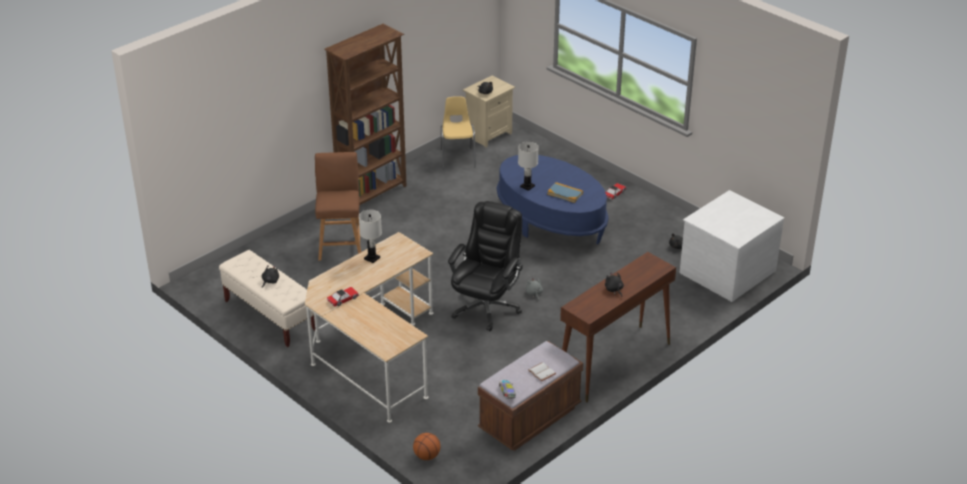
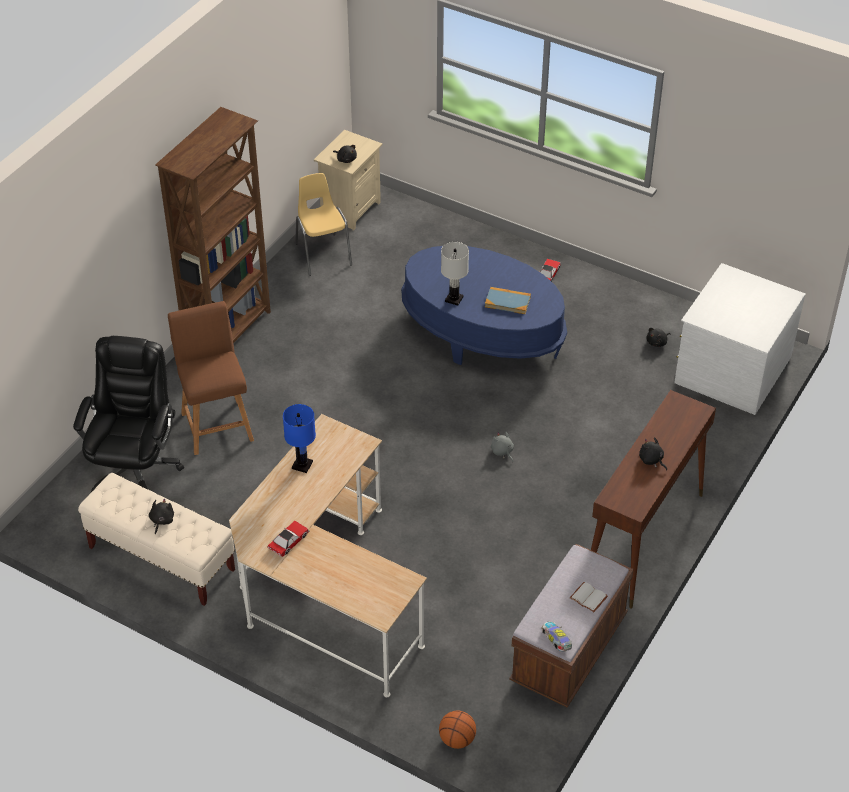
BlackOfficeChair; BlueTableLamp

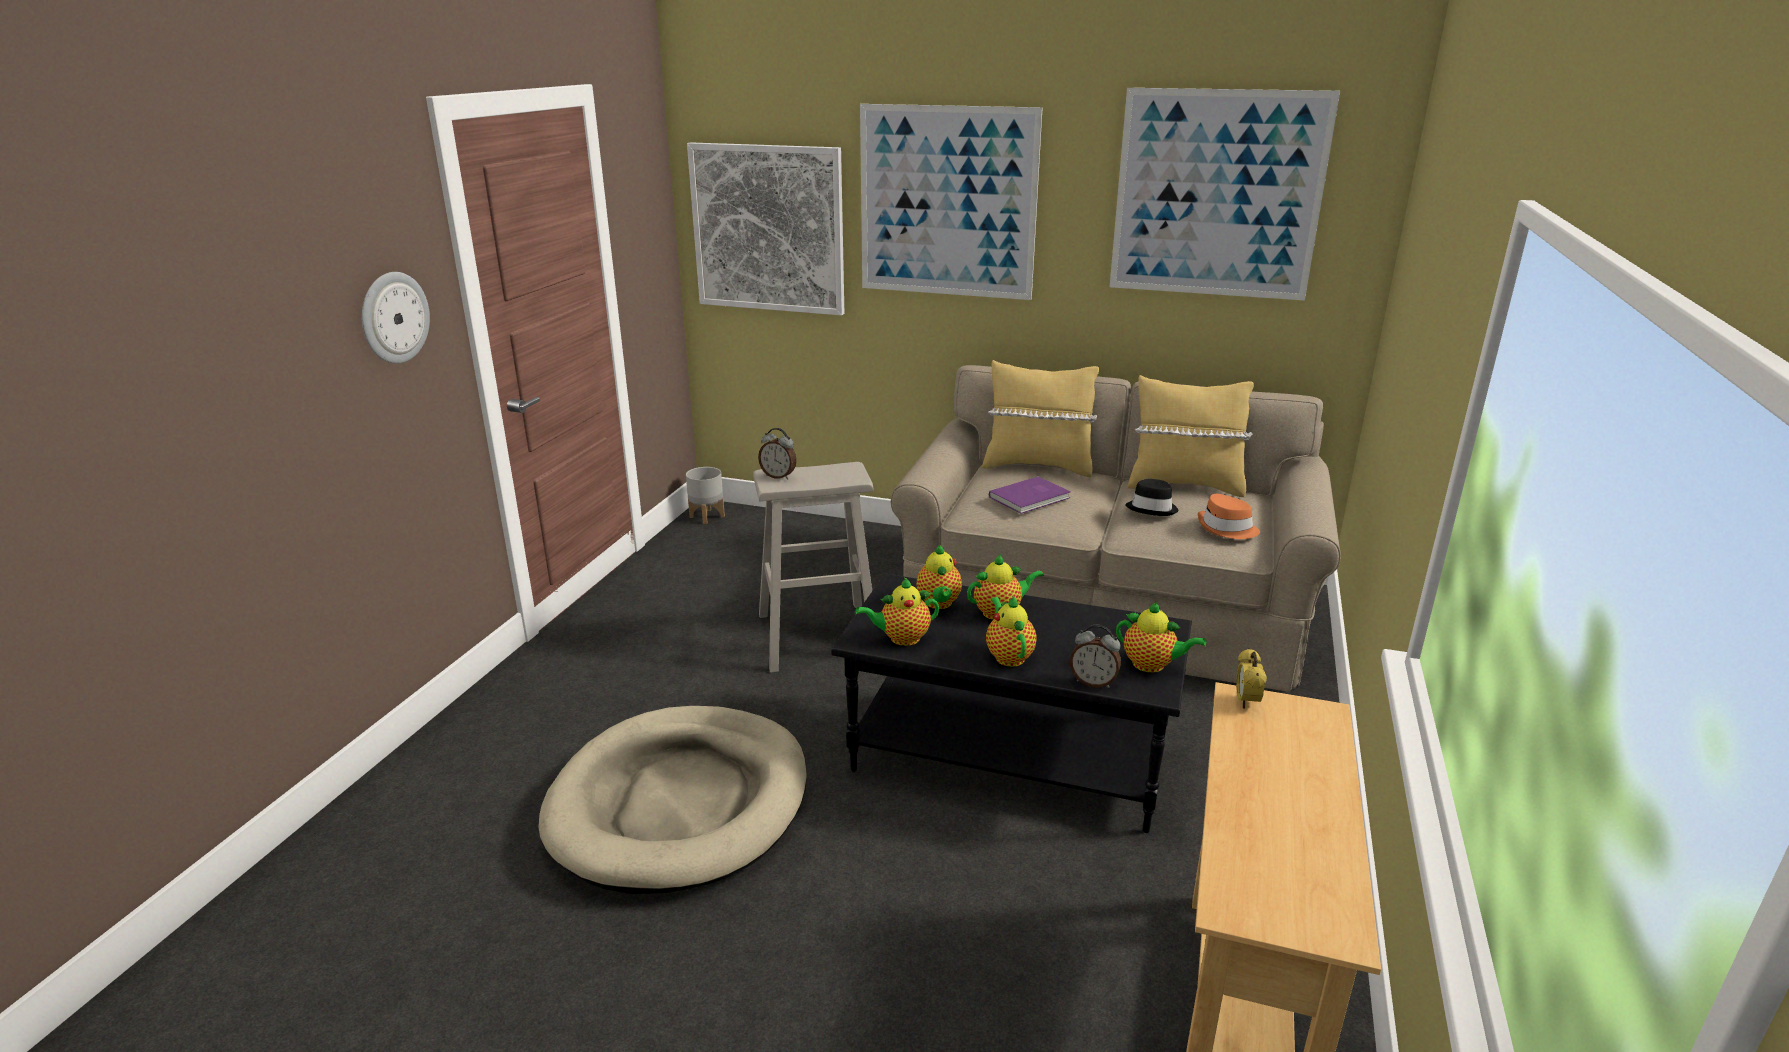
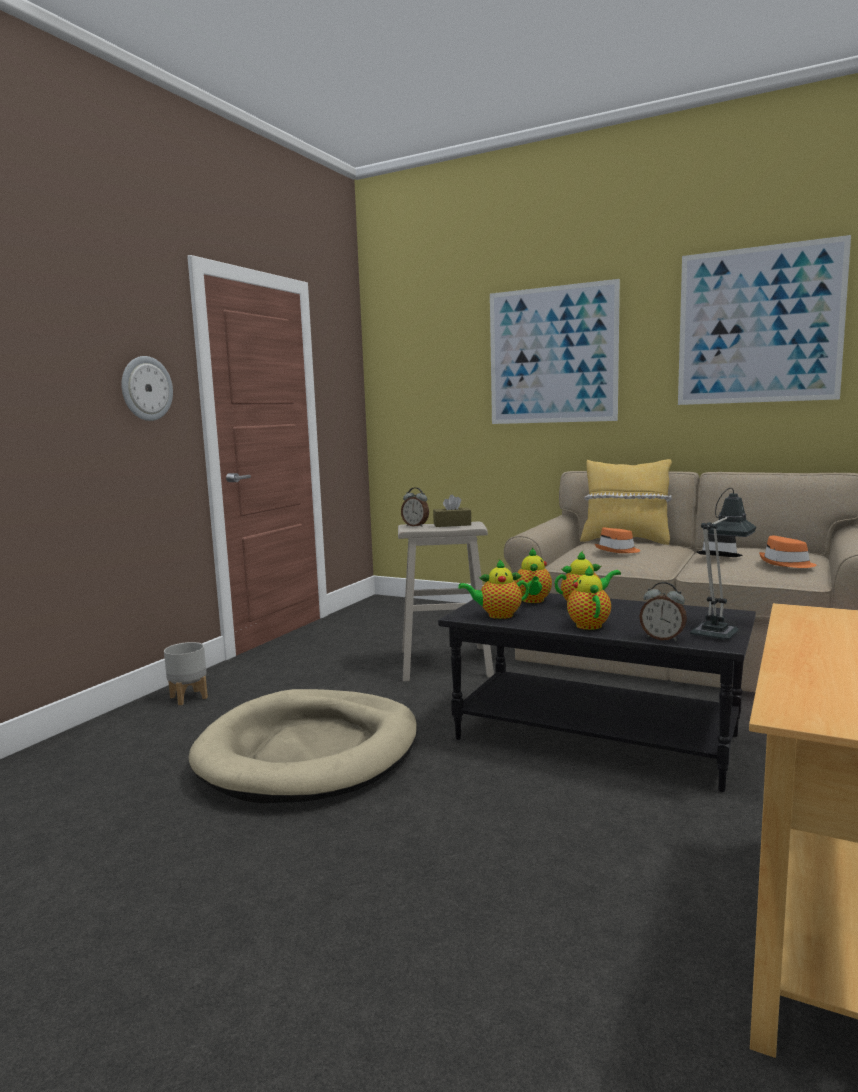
Picture (no. 1 from left in the first image); YellowPillow (no. 2 from left in the first image); GreyPlanter; OrangeHat (no. 1 from left); TableLamp; AlarmClock (no. 3 from left in the first image); BrownTissueBox

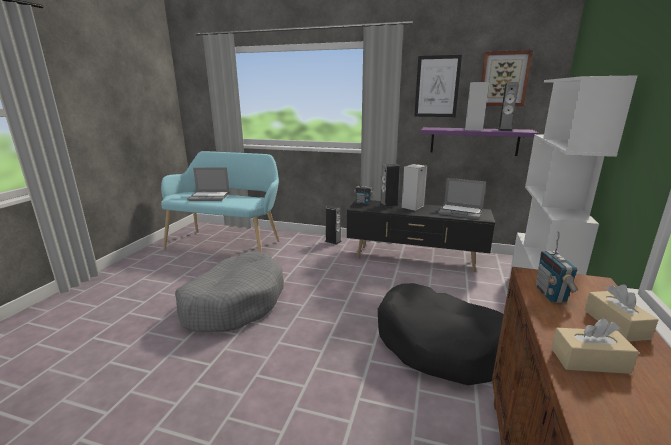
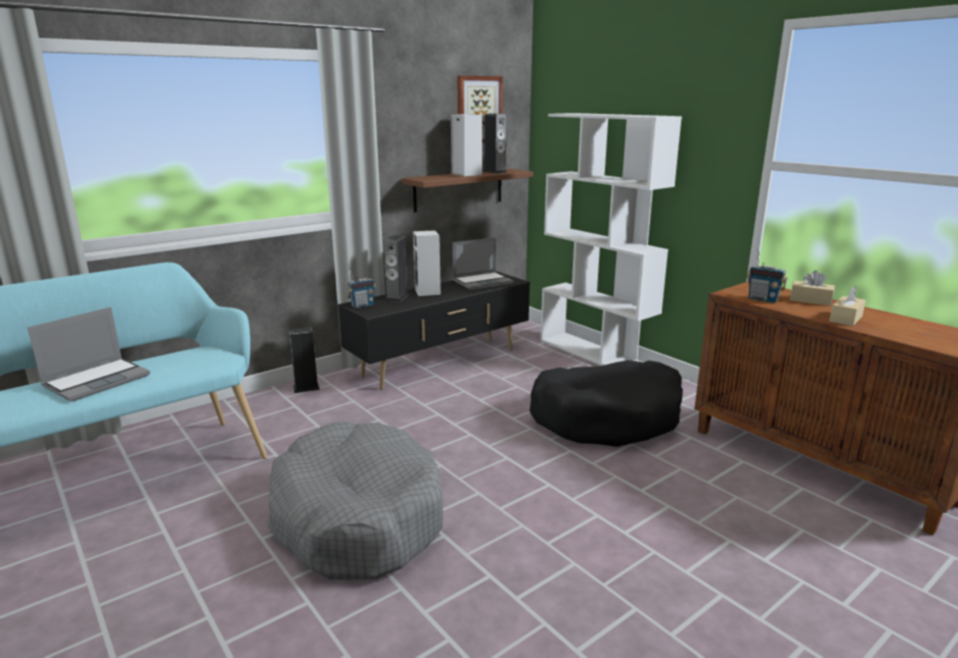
Picture (no. 1 from left in the first image); BrownShelf

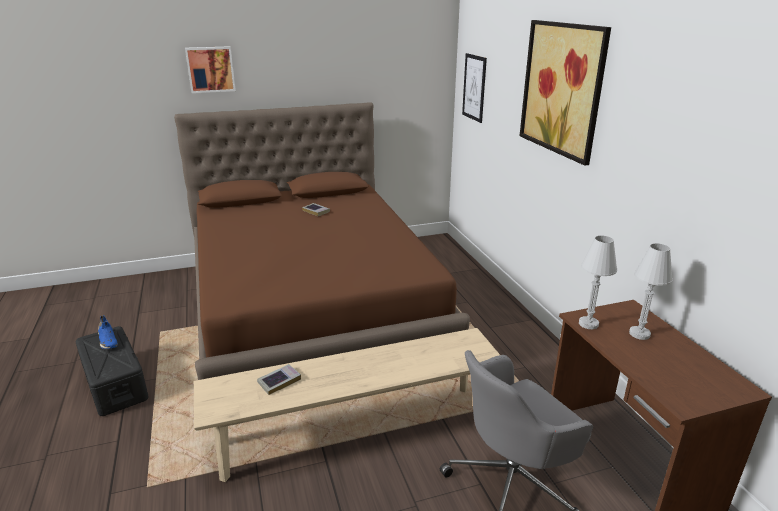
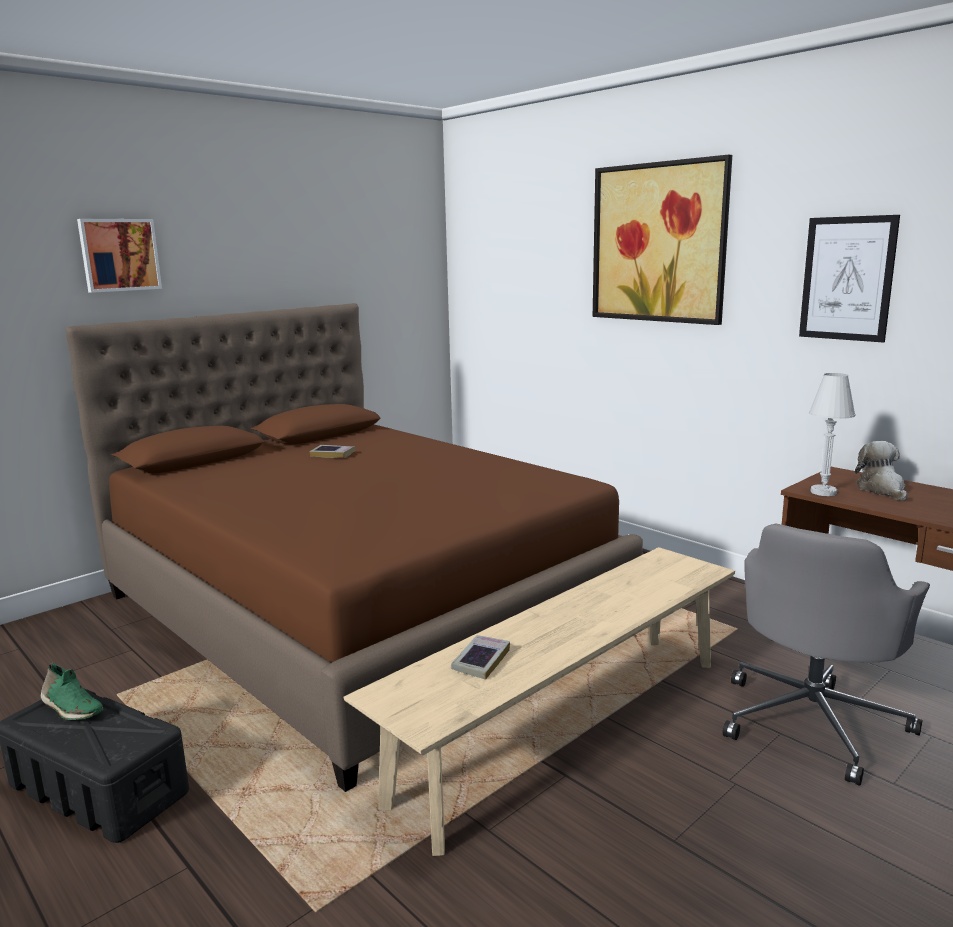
Picture (no. 3 from left); PlushToy; GreenShoe

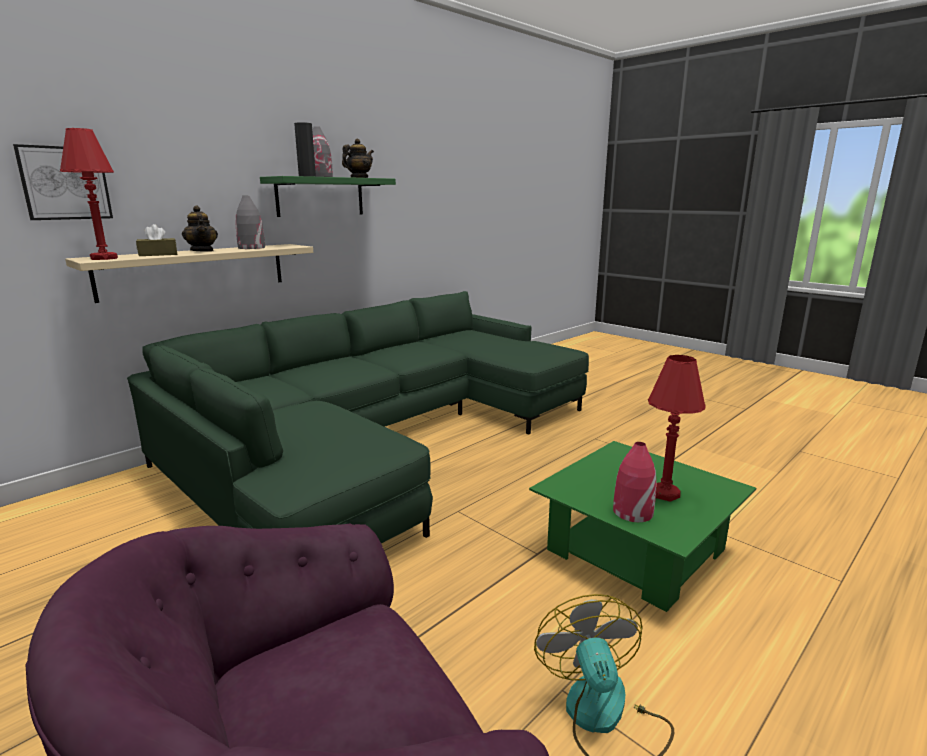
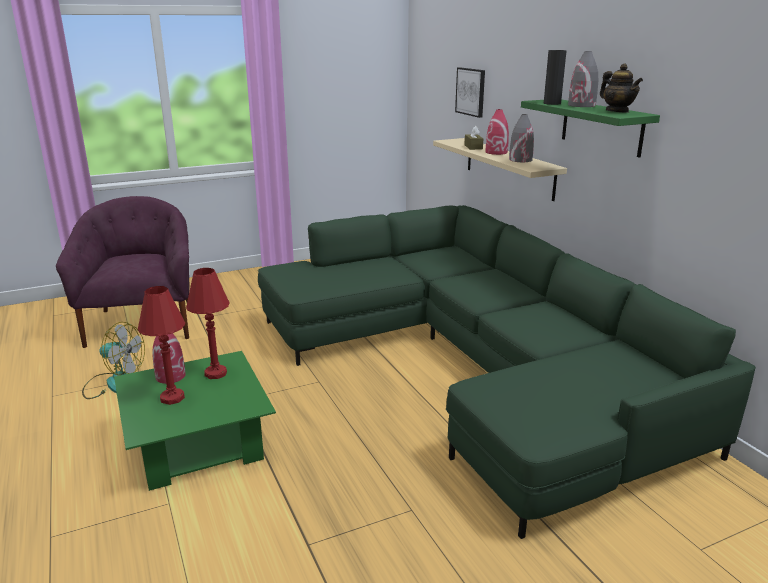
RedTableLamp (no. 2 from left); RedVase (no. 2 from left)

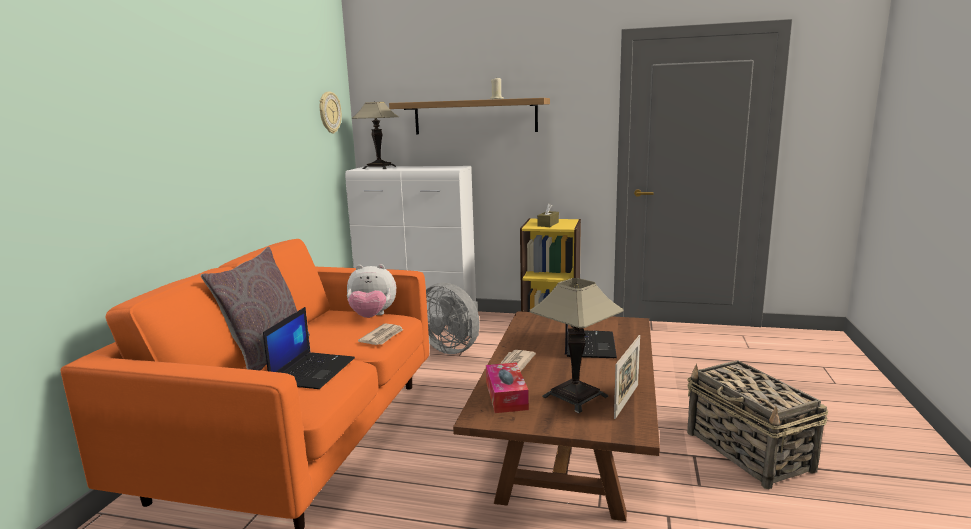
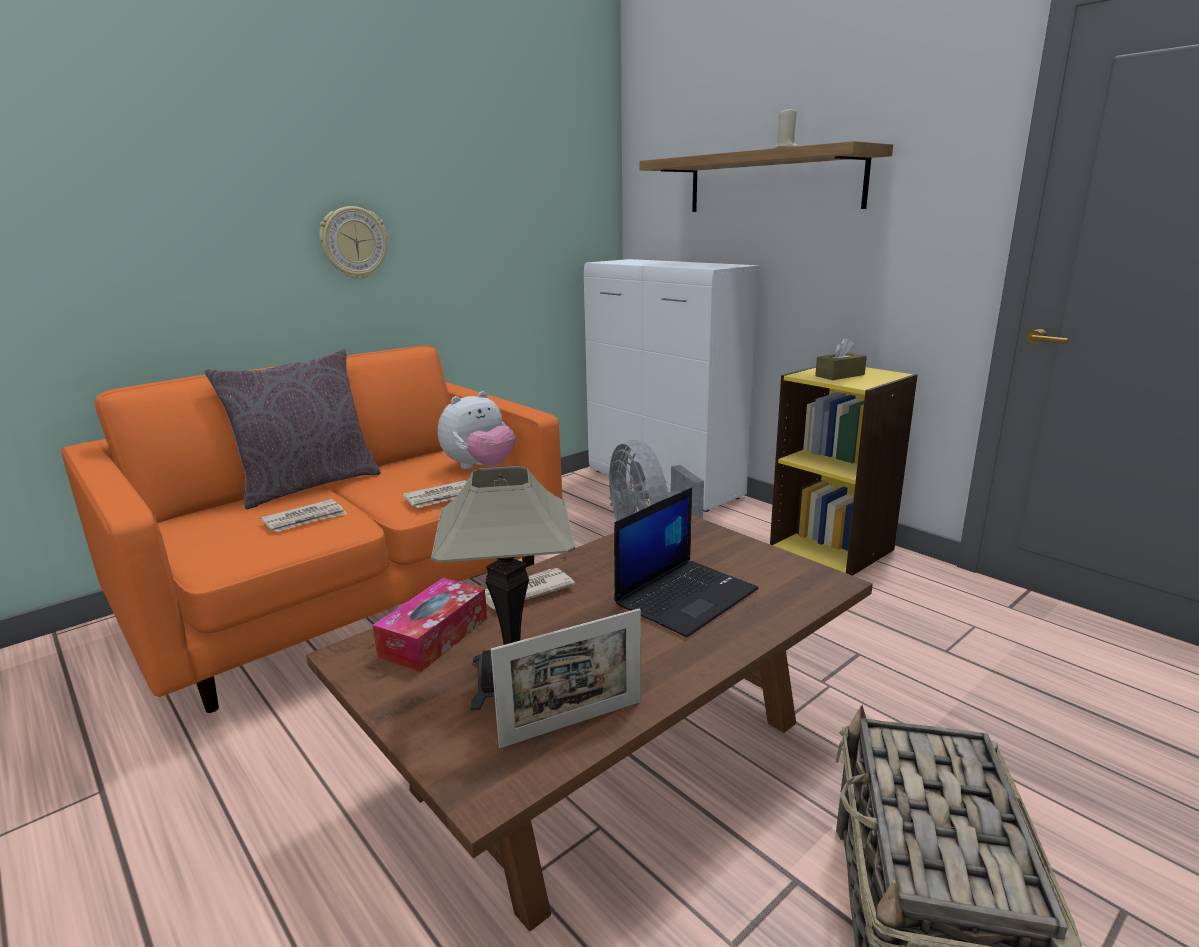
WallClock; TableLamp (no. 1 from left in the first image); PlushToy; Newspaper (no. 1 from left)

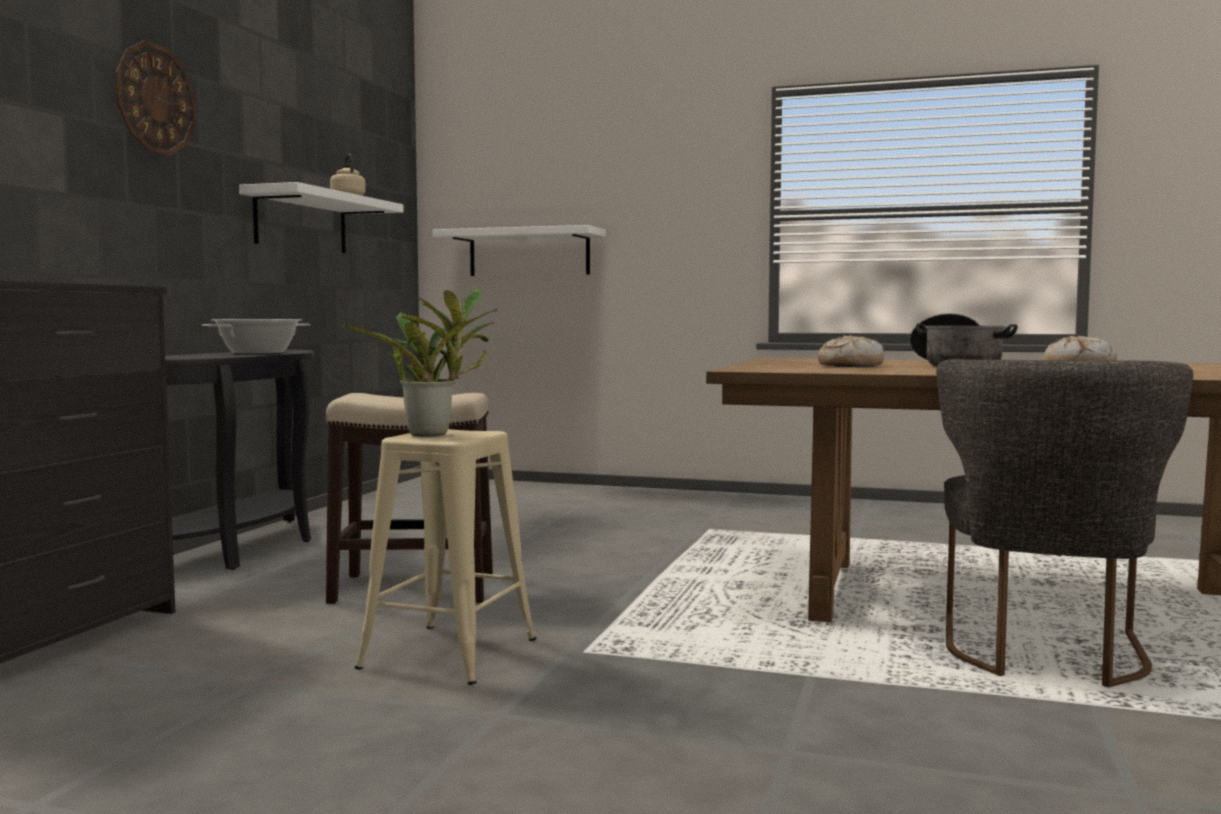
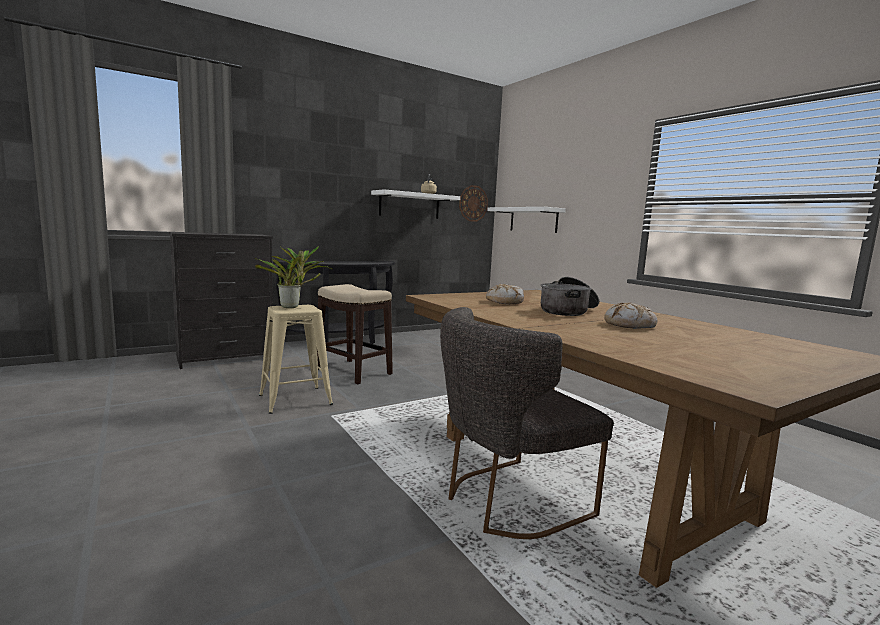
WallClock; CookingPot (no. 1 from left in the first image)

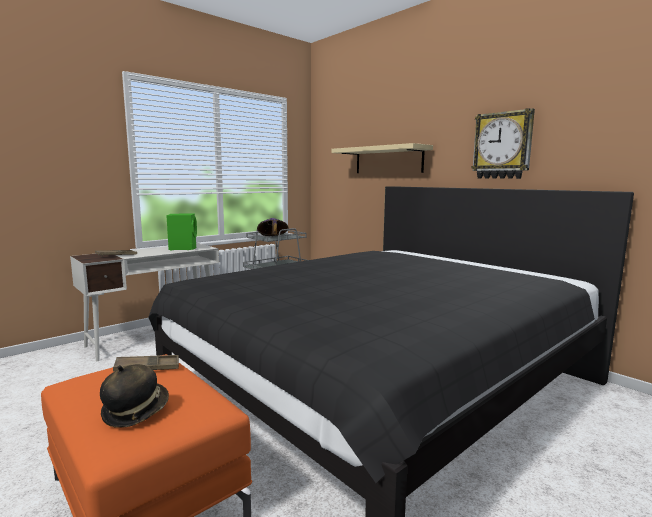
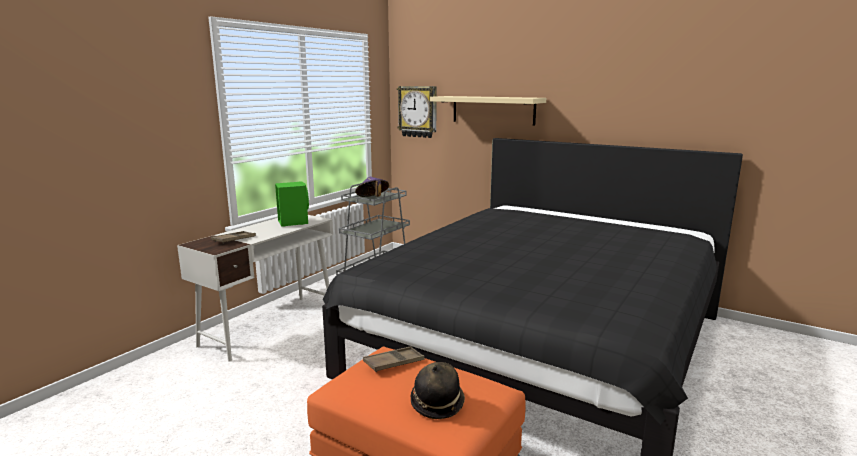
WallClock

